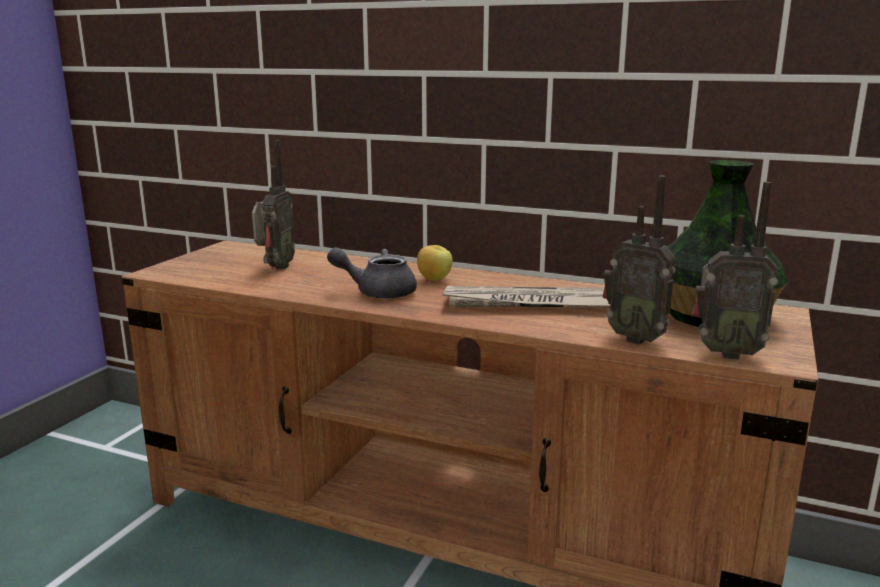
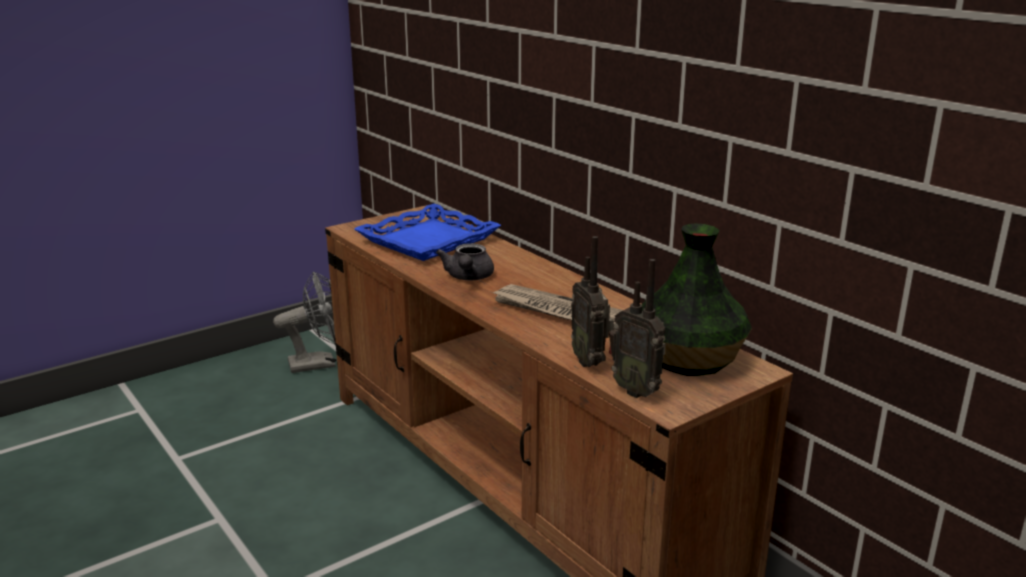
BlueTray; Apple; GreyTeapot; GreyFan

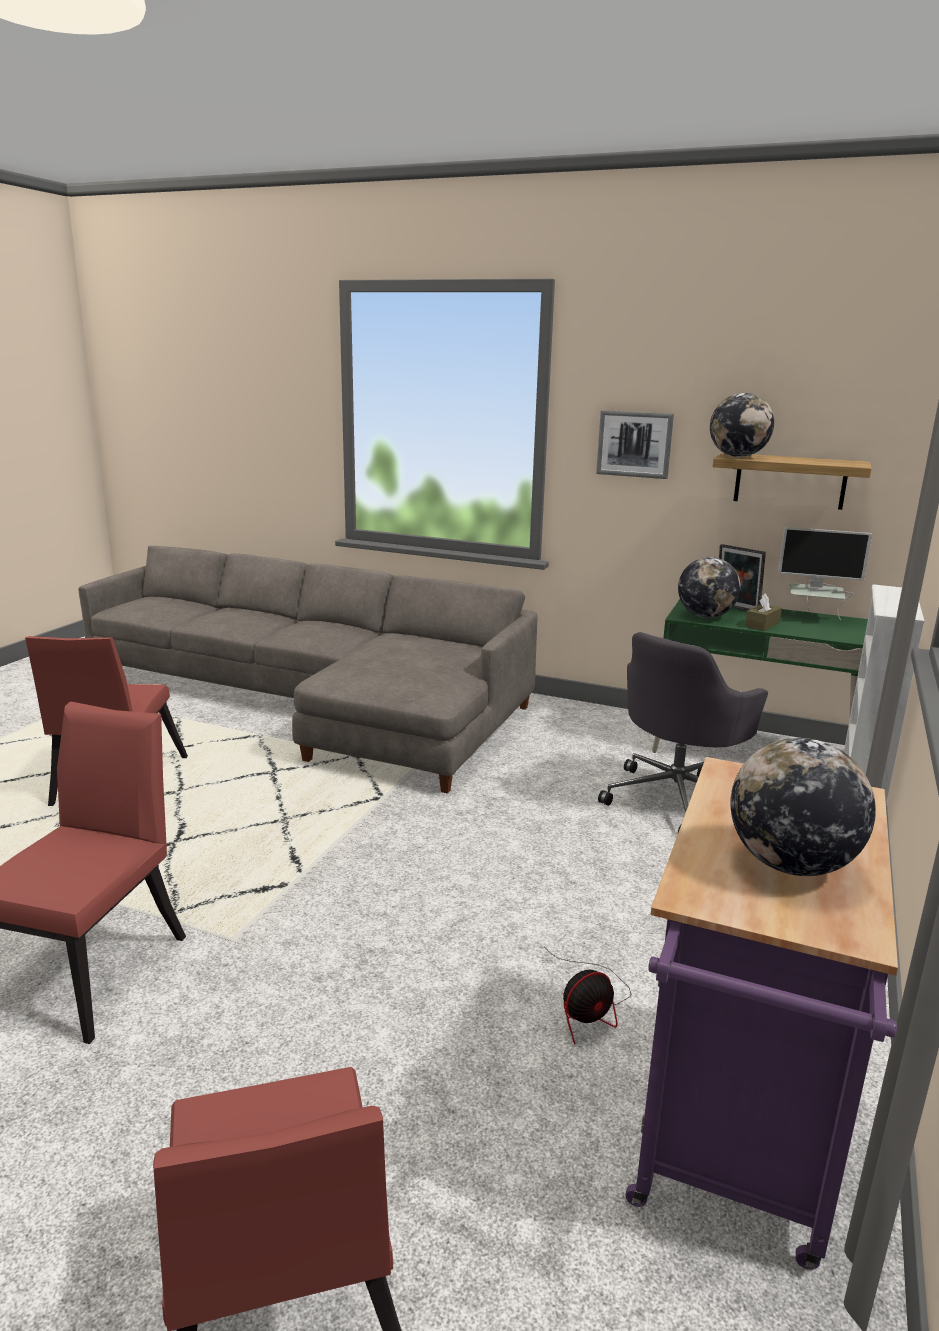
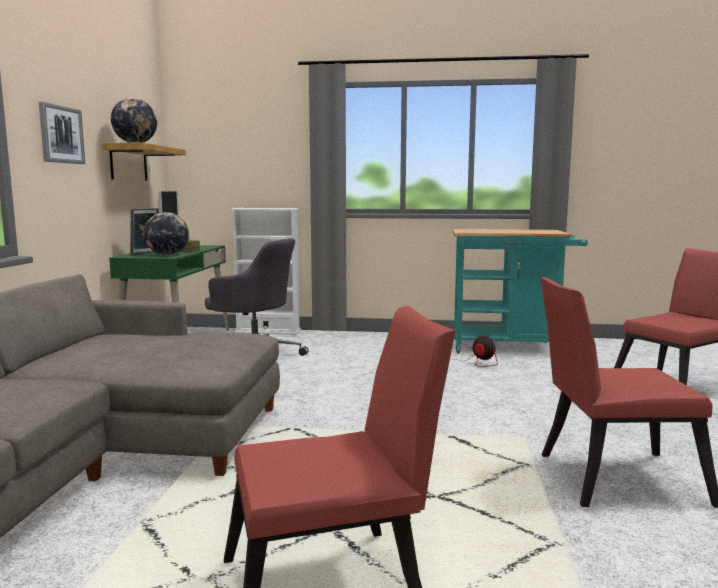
Globe (no. 3 from left in the first image); TurquoiseCart

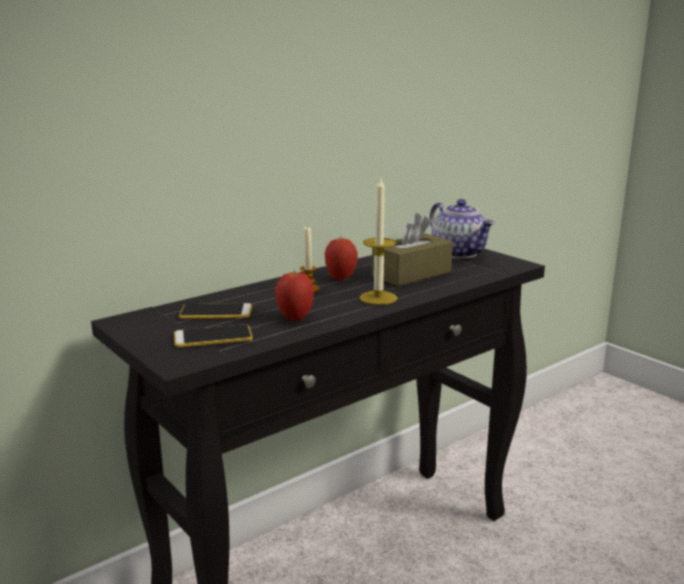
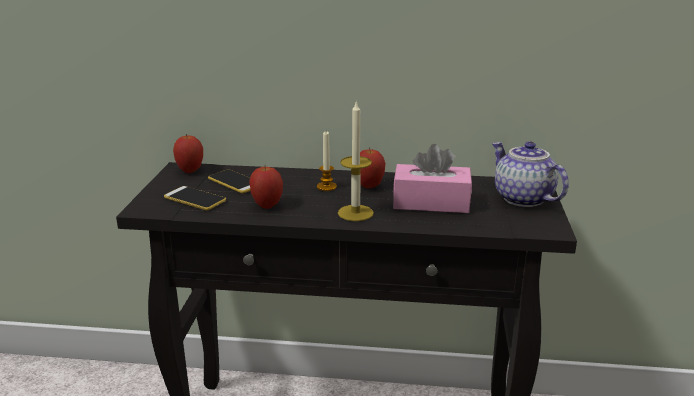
Teapot; PinkTissueBox; Apple (no. 1 from left)

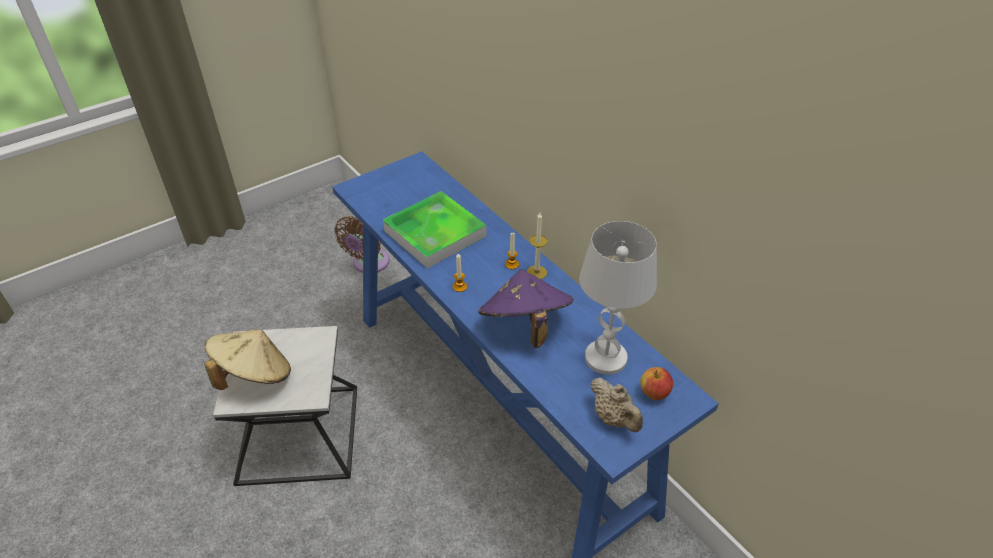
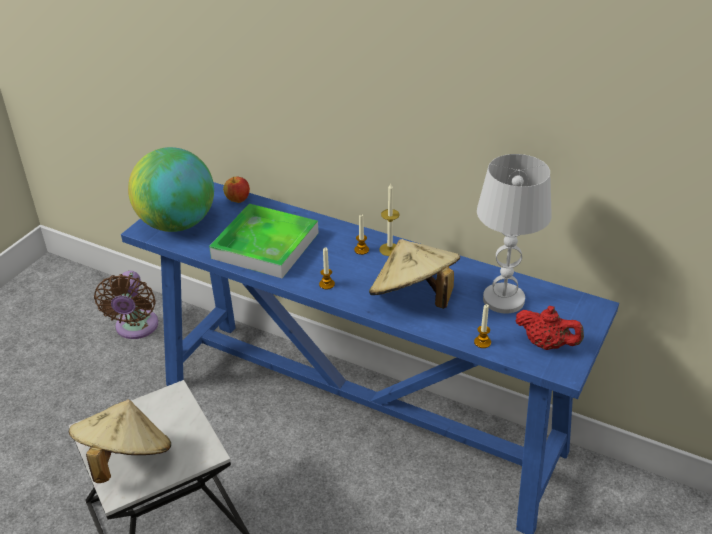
BeigeHat (no. 2 from left); Apple; RedTeapot; Globe; Candle (no. 4 from left)

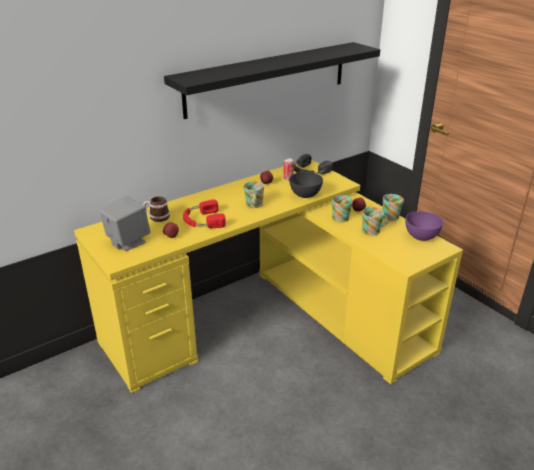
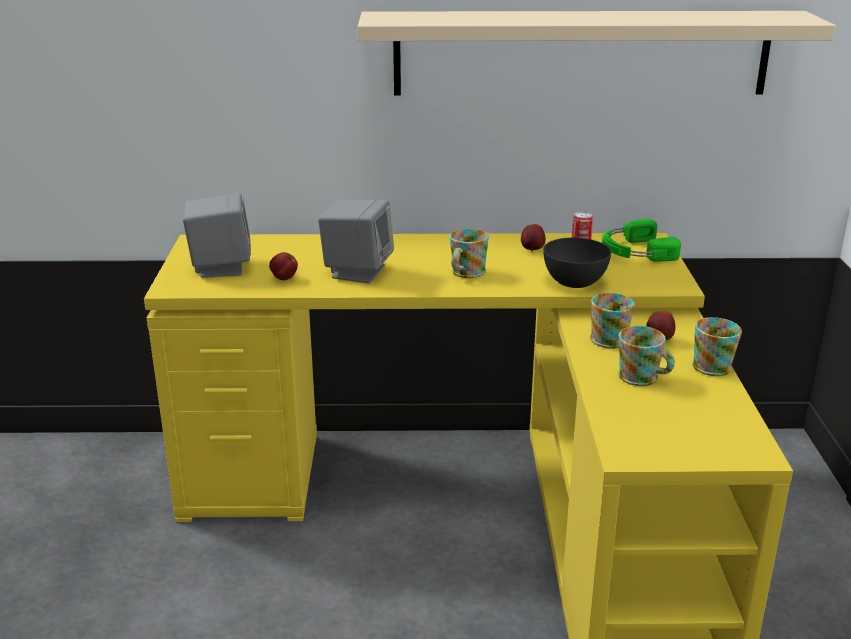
BeigeShelf; GreenHeadphones; Mug (no. 1 from left in the first image); GreySpeaker (no. 2 from left); PurpleBowl

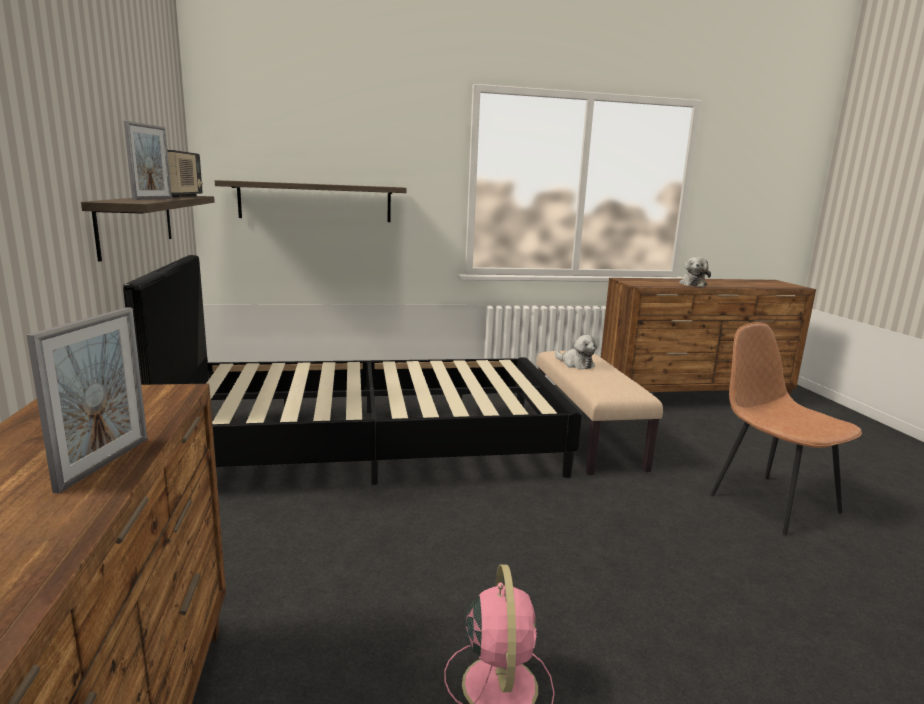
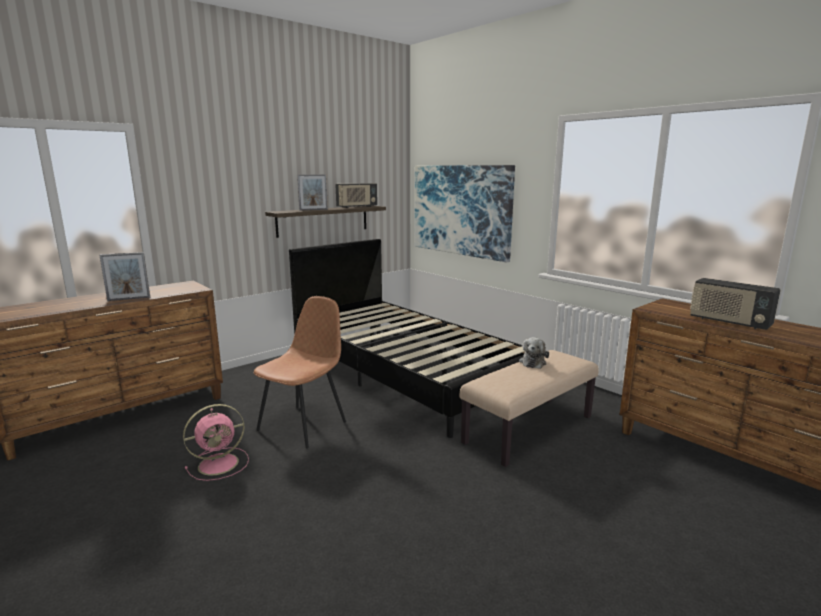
Picture; Radio (no. 2 from left); BrownChair

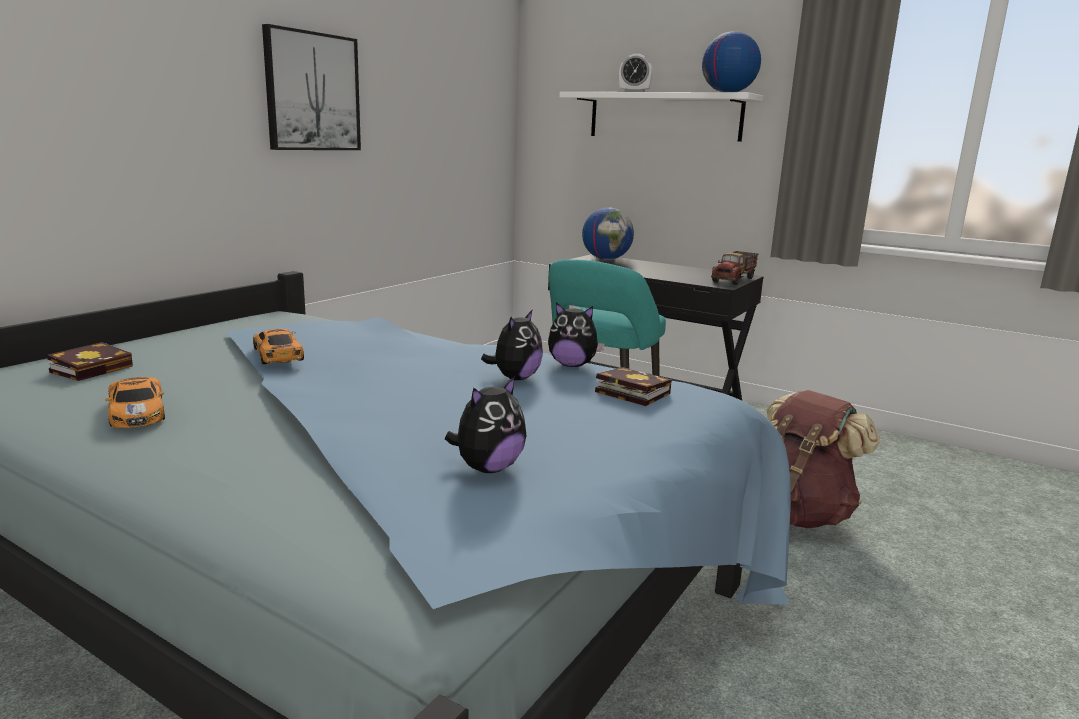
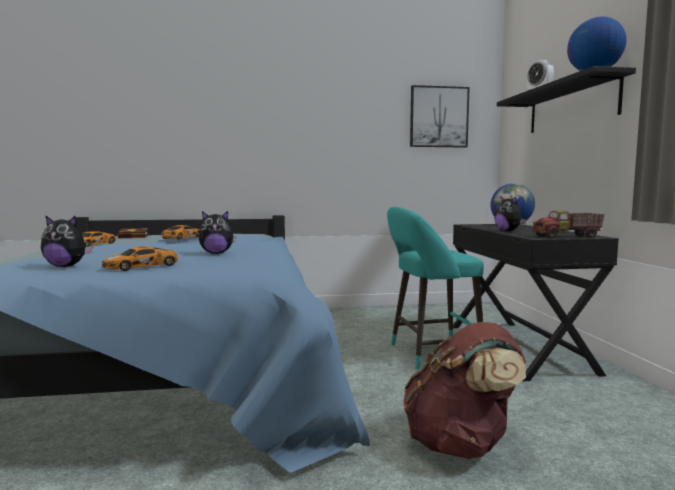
Picture; BlackShelf; PlushToy (no. 3 from left); Book (no. 2 from left in the first image); ToyCar (no. 2 from left)

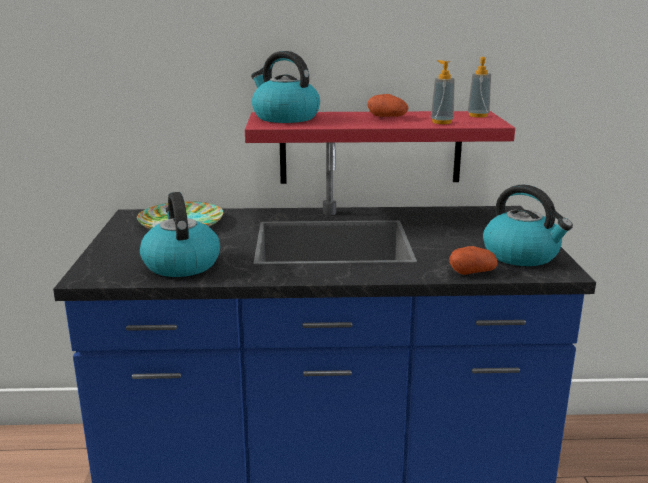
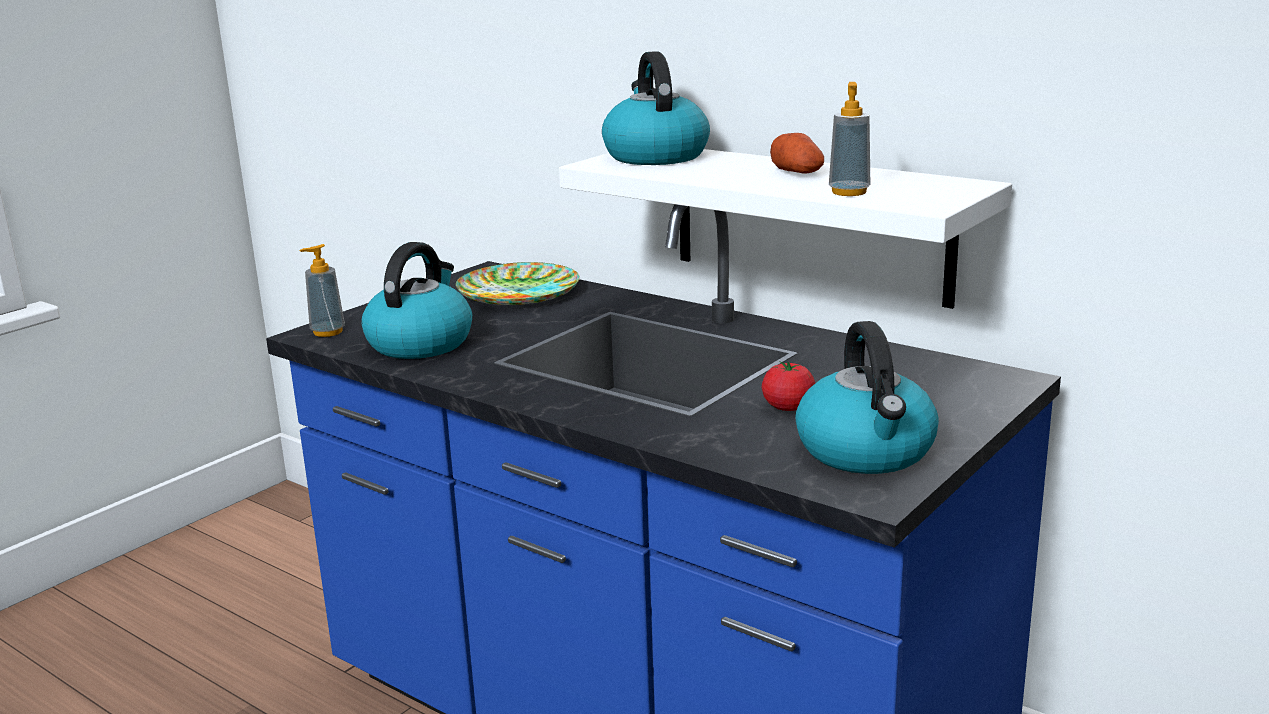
SoapDispenser (no. 1 from left); WhiteShelf; Potato (no. 2 from left in the first image); Tomato

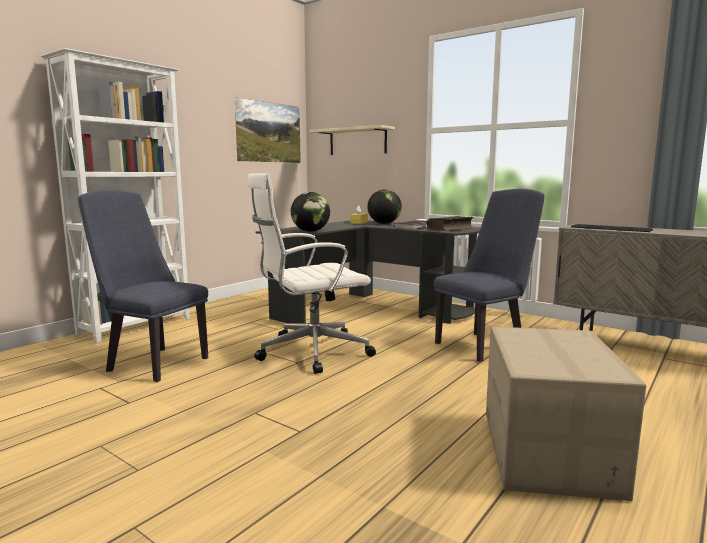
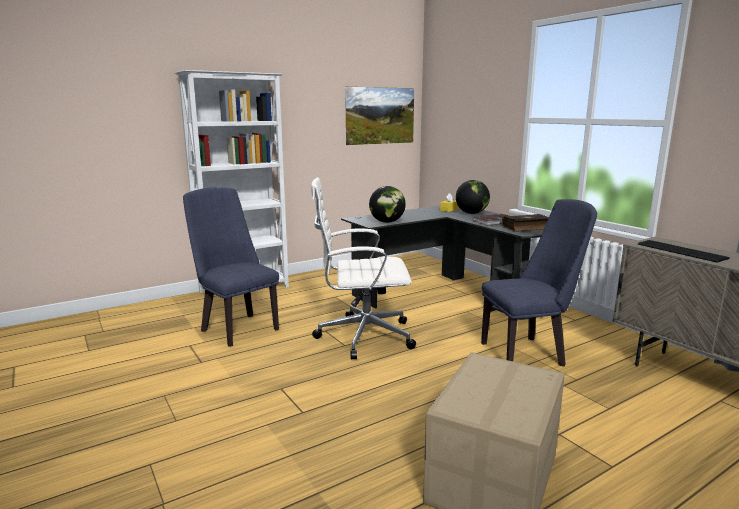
BeigeShelf

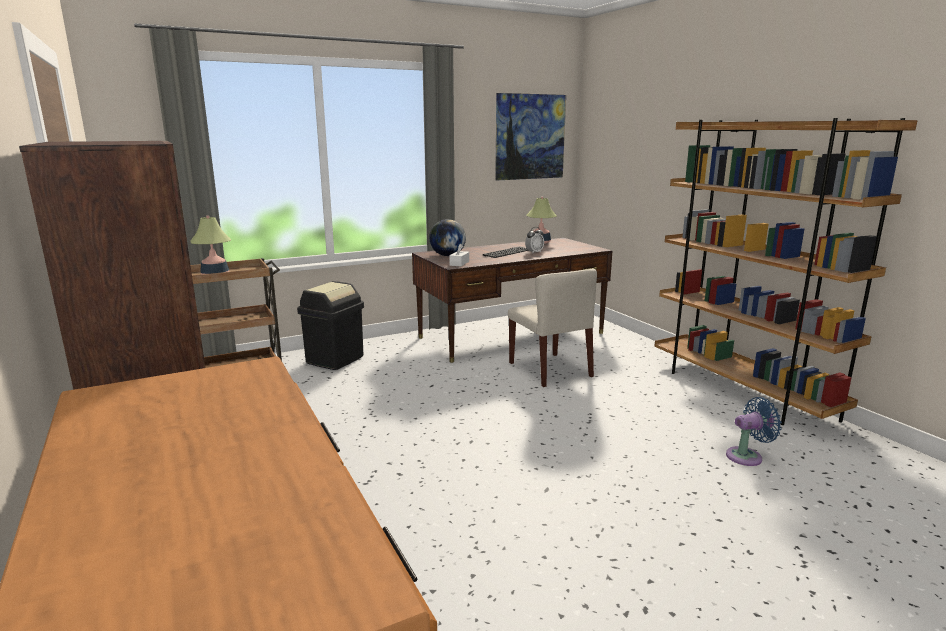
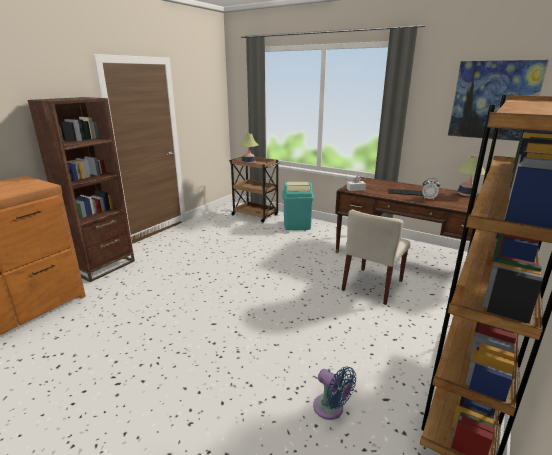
Globe; TurquoiseTrashCan

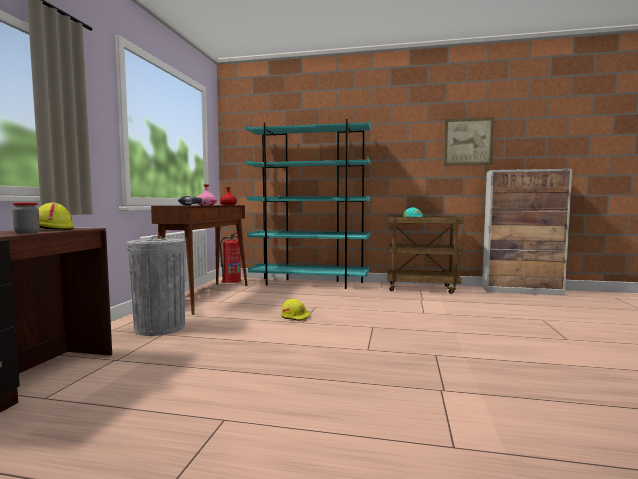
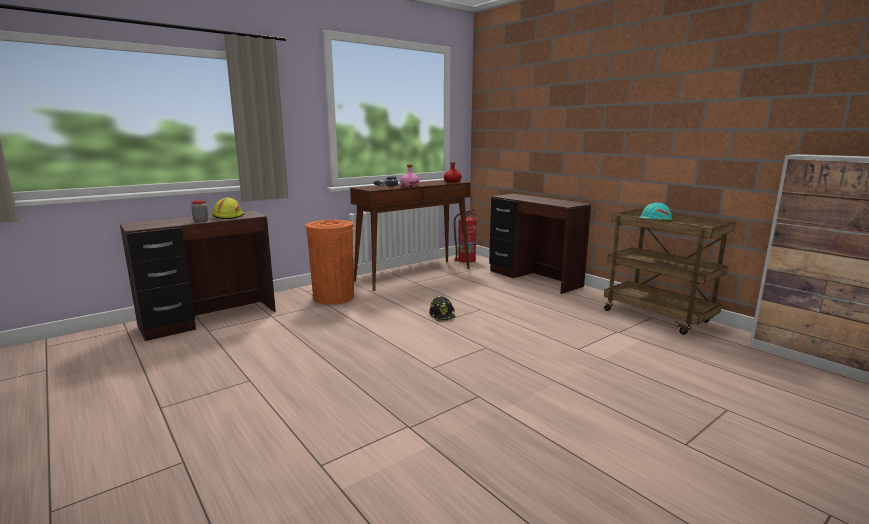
Picture; BrownDesk (no. 2 from left); OrangeTrashCan; BlackHardHat

